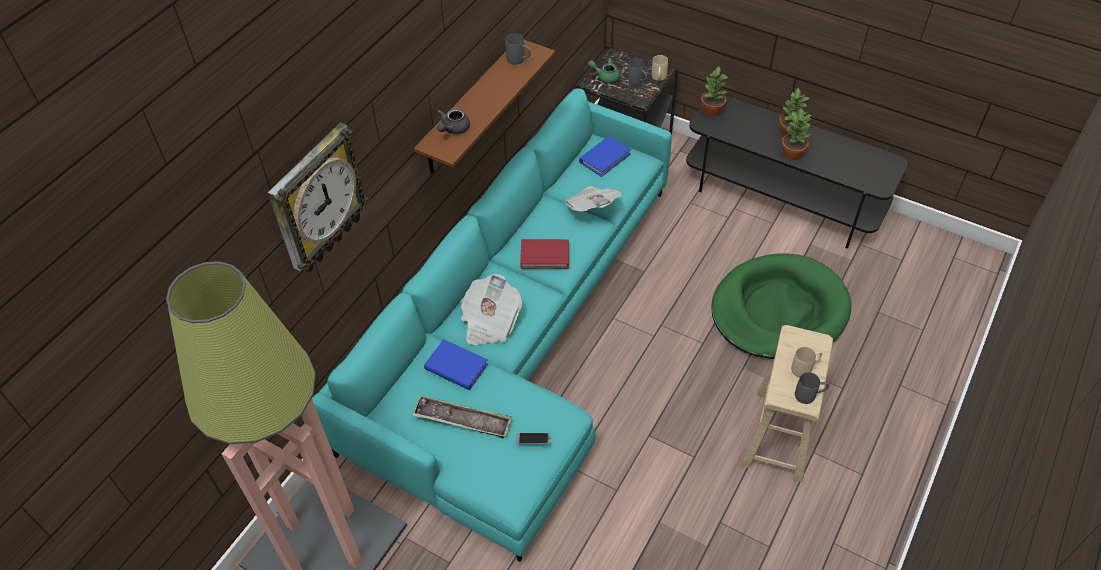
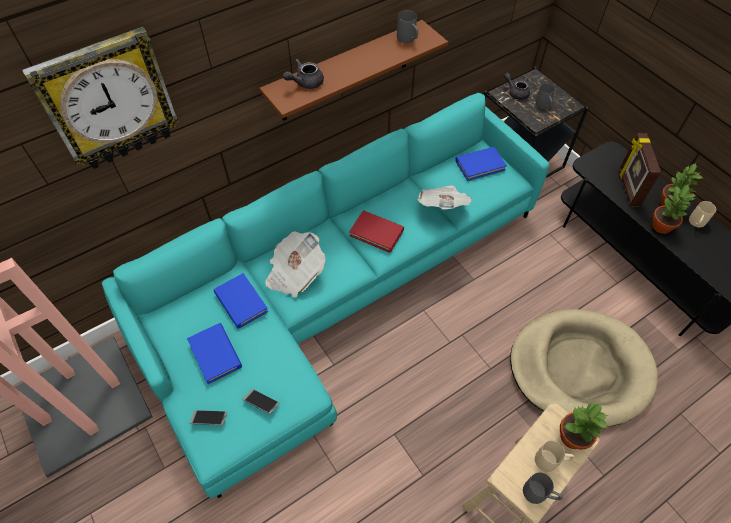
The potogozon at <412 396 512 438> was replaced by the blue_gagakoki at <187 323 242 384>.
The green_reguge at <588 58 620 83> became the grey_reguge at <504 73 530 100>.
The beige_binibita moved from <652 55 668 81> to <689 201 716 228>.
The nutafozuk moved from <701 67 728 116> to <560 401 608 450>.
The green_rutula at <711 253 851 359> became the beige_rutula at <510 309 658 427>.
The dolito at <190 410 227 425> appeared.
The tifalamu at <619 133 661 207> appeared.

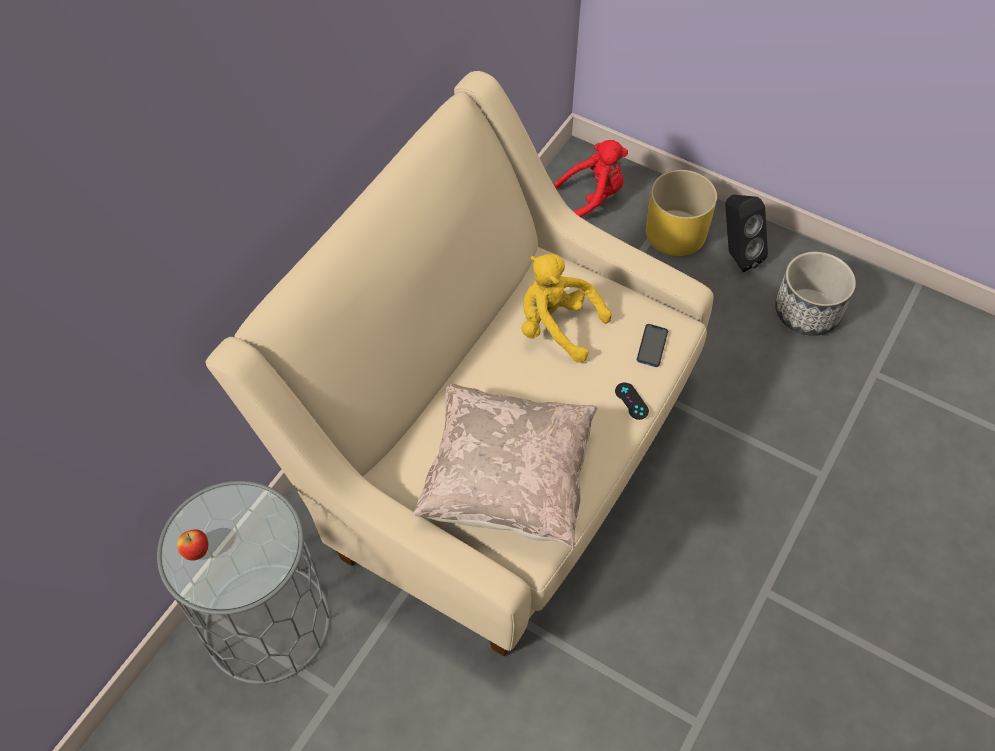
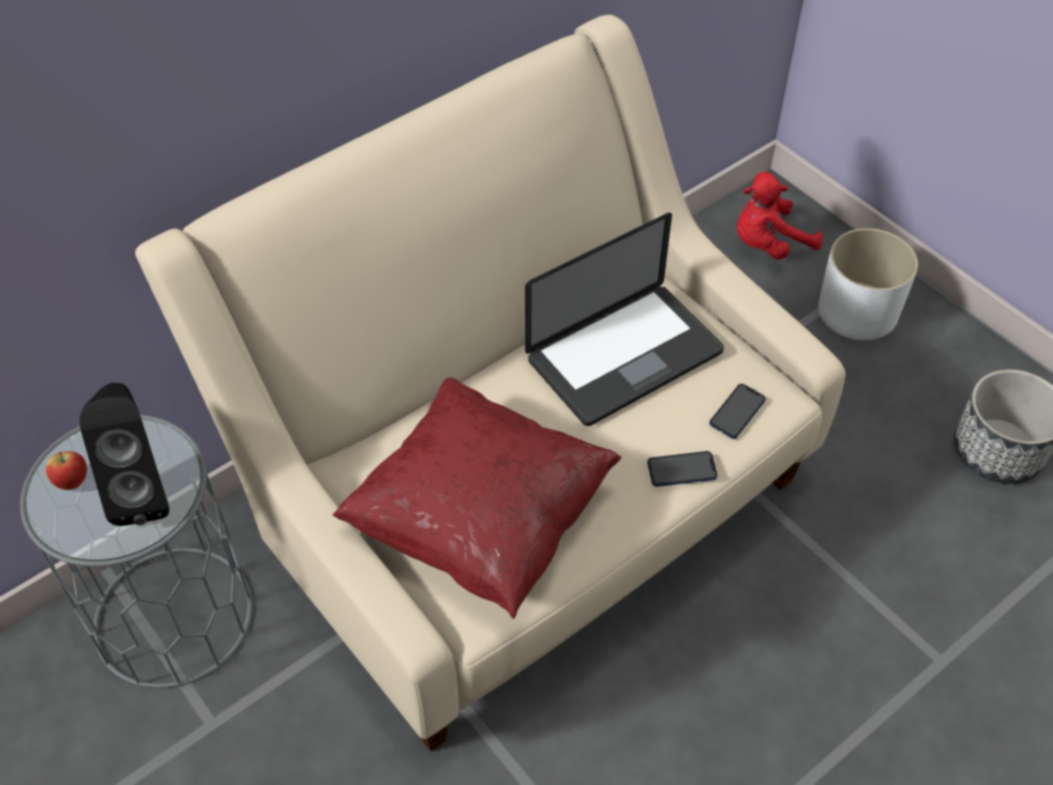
The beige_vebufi at <412 384 598 549> became the red_vebufi at <333 377 622 619>.
The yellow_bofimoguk at <521 254 611 363> was replaced by the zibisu at <525 213 724 426>.
The red_bofimoguk at <554 140 628 217> turned 150 degrees clockwise.
The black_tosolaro at <615 383 649 420> was replaced by the dolito at <647 451 718 487>.
The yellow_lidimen at <646 170 717 256> became the white_lidimen at <818 228 918 340>.
The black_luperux moved from <725 195 768 272> to <80 383 169 526>.

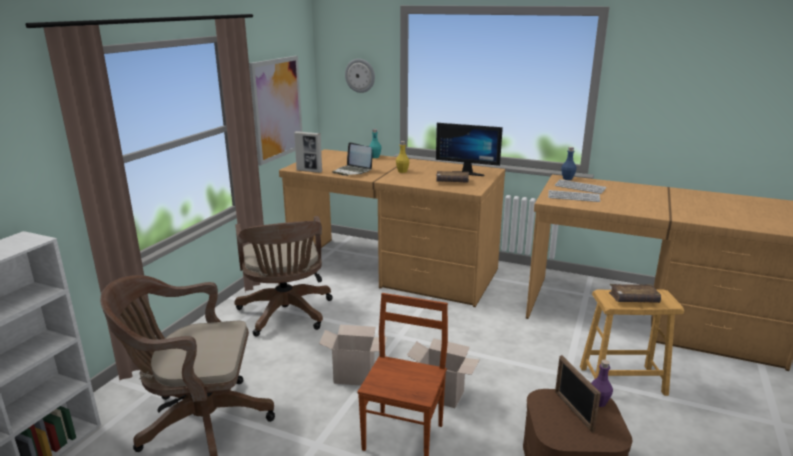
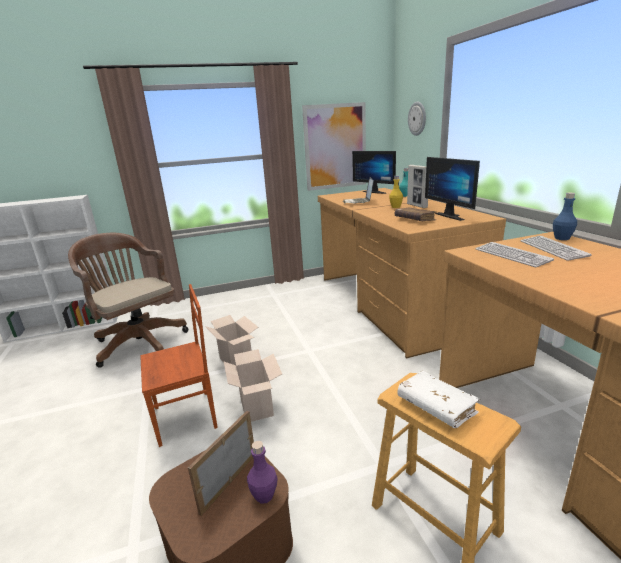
The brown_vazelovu at <234 216 333 336> disappeared.
The tifalamu moved from <294 131 322 173> to <407 165 428 208>.
The brown_gagakoki at <609 284 661 303> became the white_gagakoki at <397 371 480 428>.
The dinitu at <352 151 396 194> appeared.

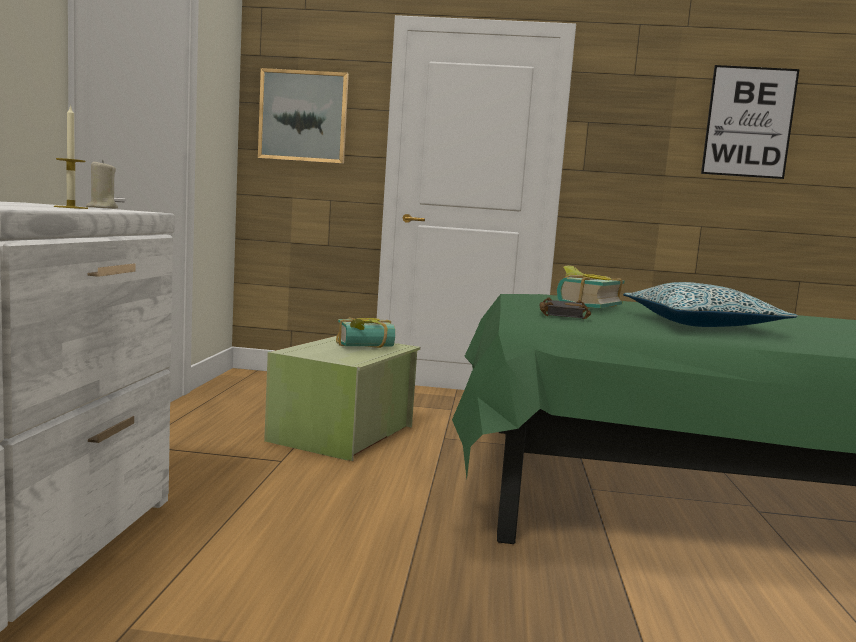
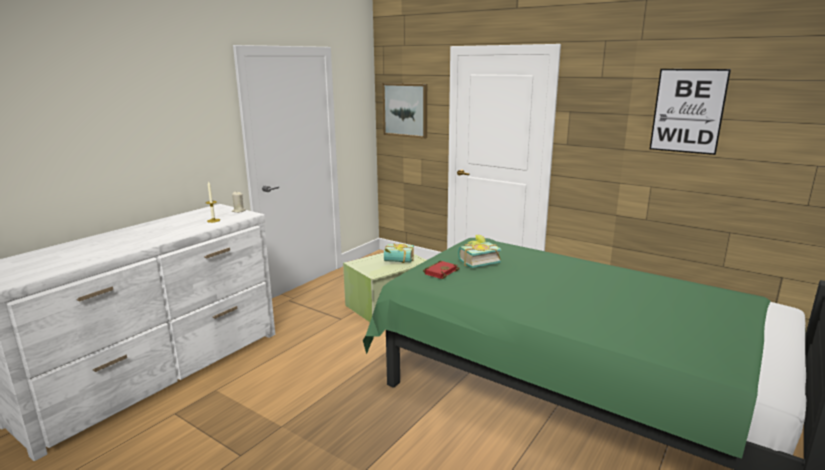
The black_gagakoki at <539 297 591 319> became the red_gagakoki at <423 260 460 279>.
The vebufi at <623 282 798 327> disappeared.

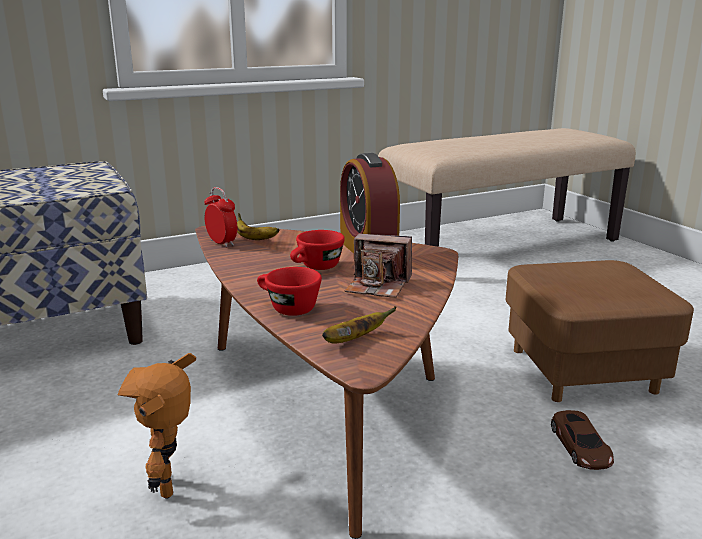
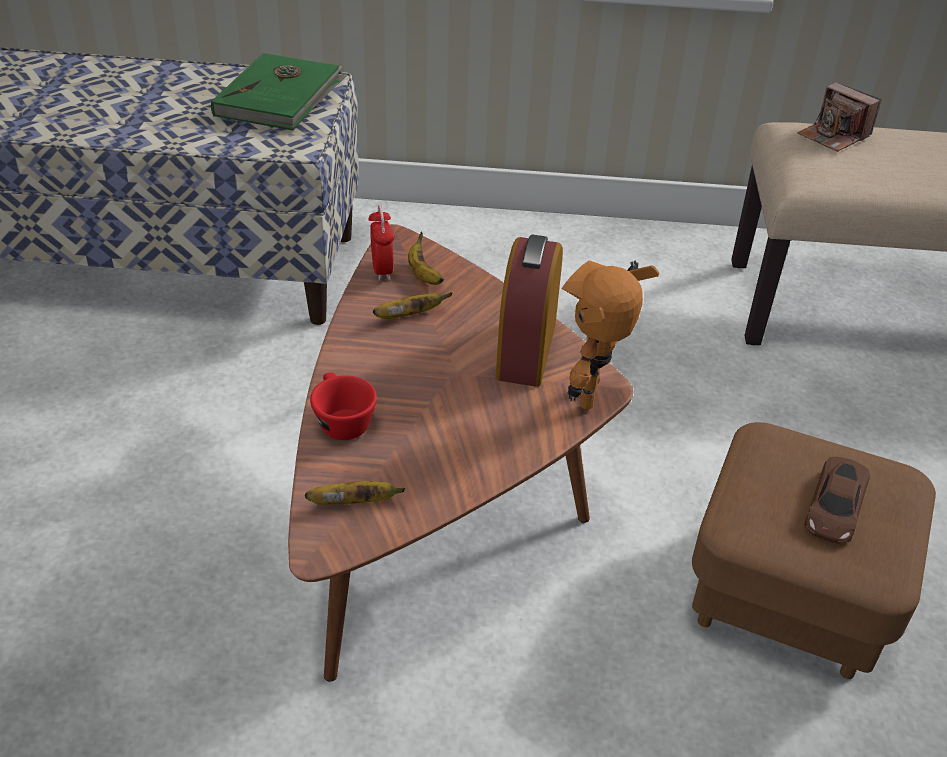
The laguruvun moved from <118 353 196 499> to <561 261 659 410>.
The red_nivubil at <290 230 345 270> disappeared.
The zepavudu moved from <345 233 412 298> to <798 82 881 152>.
The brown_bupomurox moved from <551 410 614 470> to <804 457 870 543>.
The green_gagakoki at <211 53 347 131> appeared.
The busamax at <373 292 453 319> appeared.

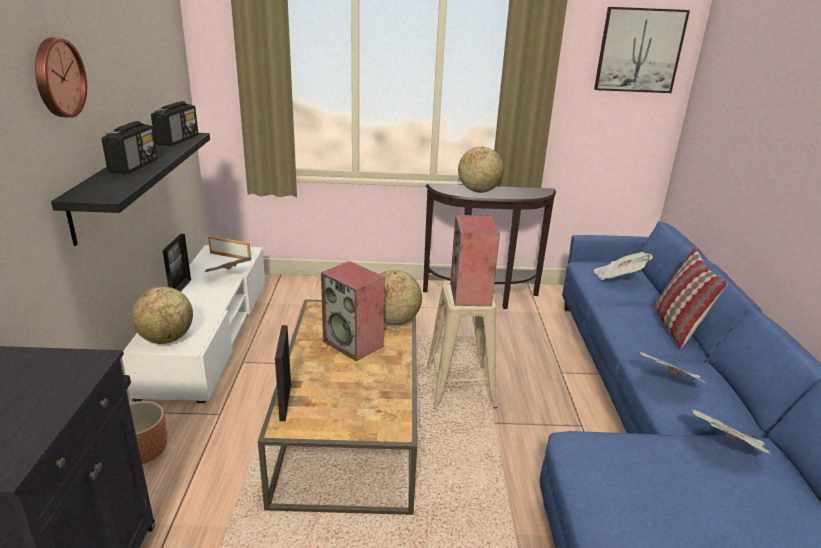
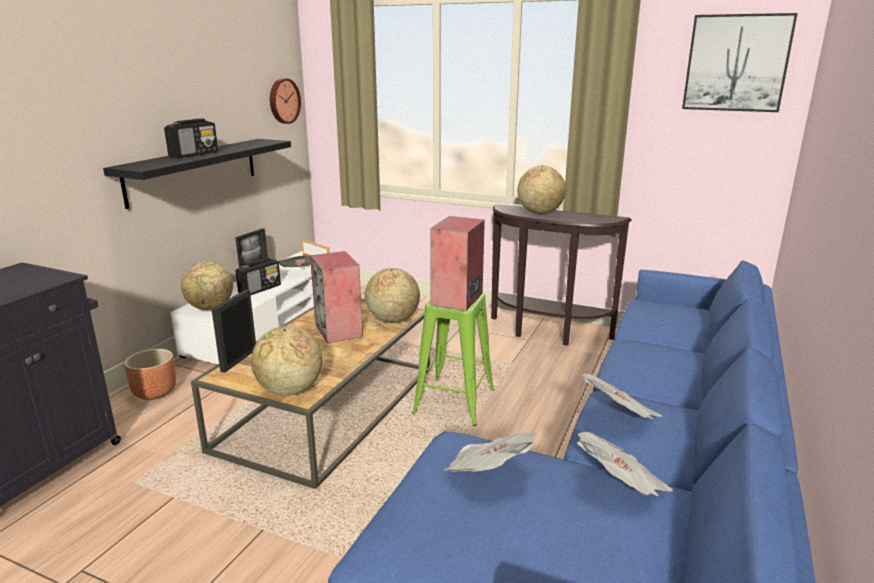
The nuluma moved from <35 38 87 118> to <270 78 301 124>.
The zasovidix moved from <151 101 198 146> to <235 257 281 296>.
The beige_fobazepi at <426 283 497 409> became the green_fobazepi at <412 293 494 426>.
The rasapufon moved from <594 252 653 280> to <443 433 537 472>.
The vebufi at <653 248 728 349> disappeared.
The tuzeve at <251 326 322 395> appeared.

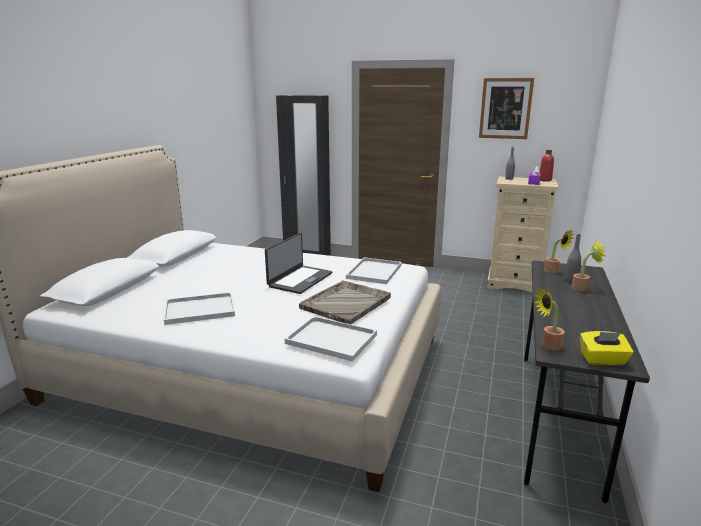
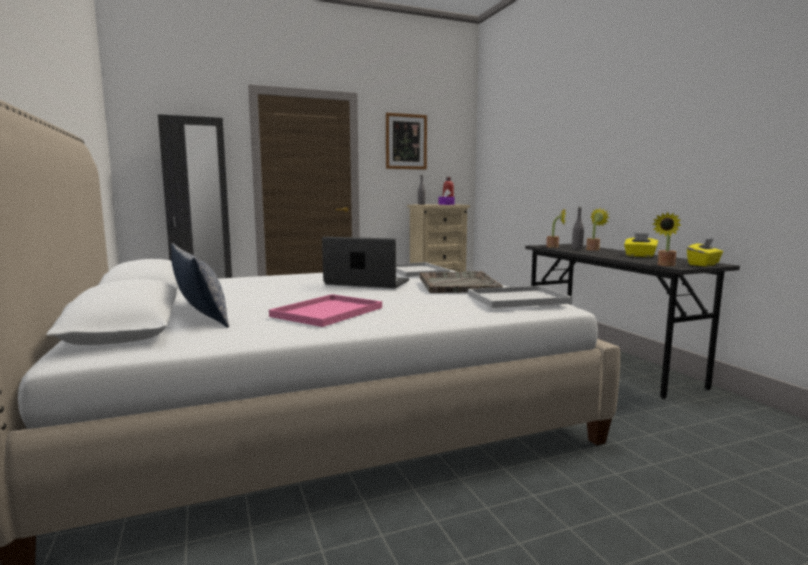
The white_potogozon at <164 292 235 325> became the pink_potogozon at <269 294 382 327>.
The zibisu at <265 233 333 294> turned 60 degrees counterclockwise.
The vebufi at <171 243 229 328> appeared.
The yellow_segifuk at <624 233 658 257> appeared.

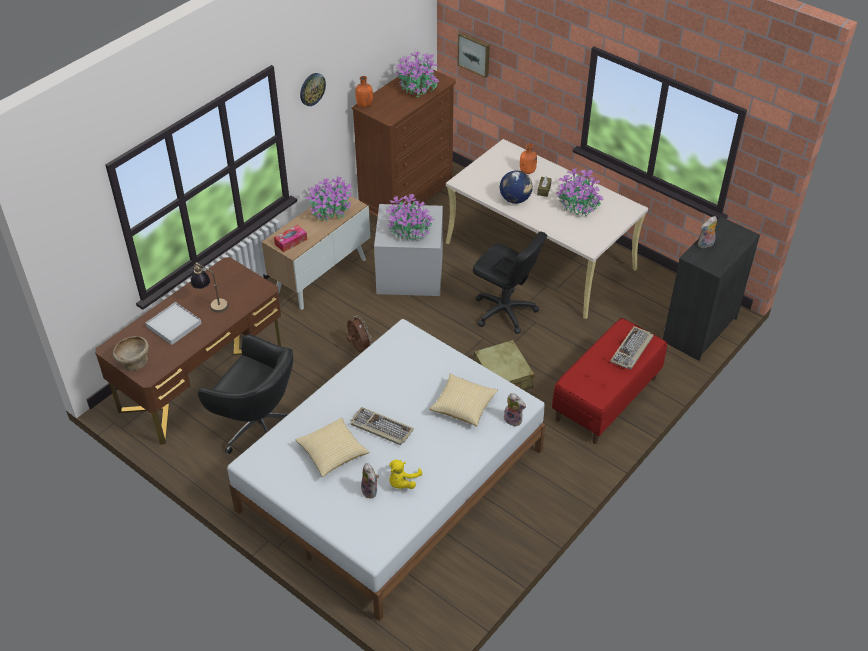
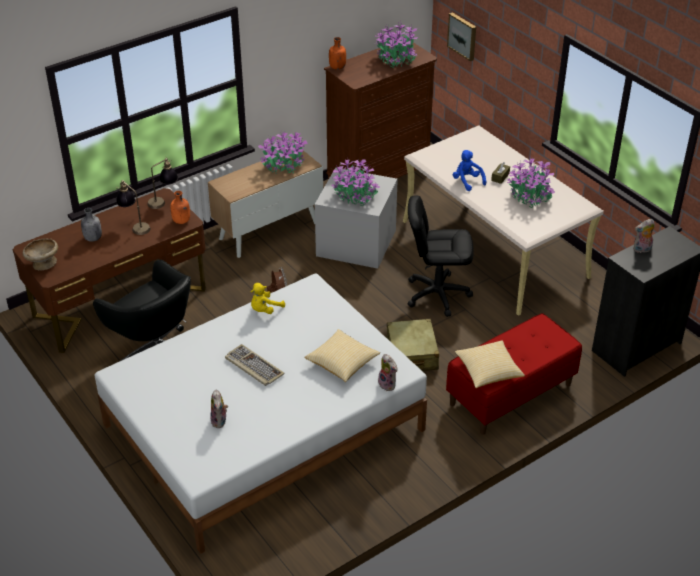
The white_potogozon at <146 302 202 345> was replaced by the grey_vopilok at <81 208 102 242>.
The segifuk at <274 225 307 252> disappeared.
The vebufi moved from <296 418 369 477> to <455 340 525 388>.
The nuluma at <300 73 326 106> disappeared.
The yellow_bofimoguk moved from <389 460 422 489> to <251 283 285 314>.
The black_vazelovu at <473 231 547 334> turned 135 degrees clockwise.
The tuzeve at <500 171 533 204> was replaced by the blue_bofimoguk at <453 150 486 191>.
The orange_vopilok moved from <520 144 537 174> to <170 191 190 224>.
The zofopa at <610 326 654 369> disappeared.
The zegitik at <147 158 178 209> appeared.

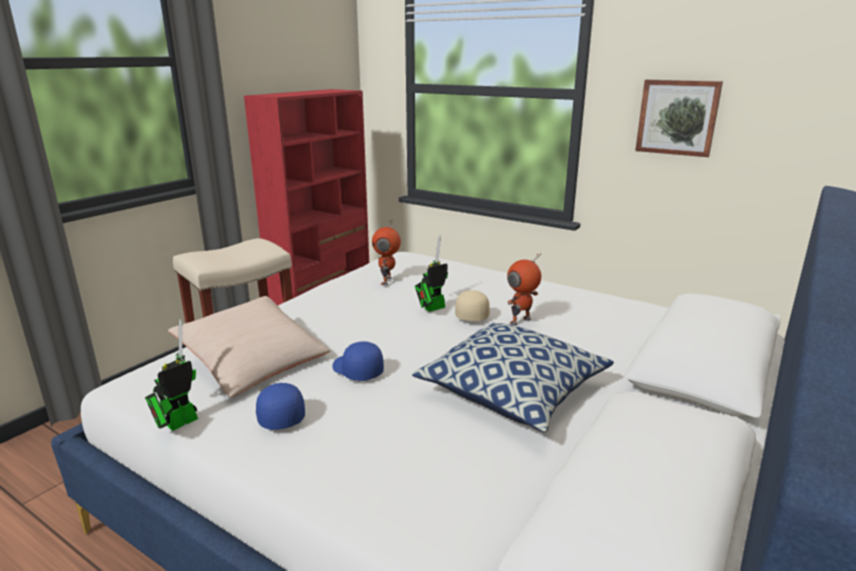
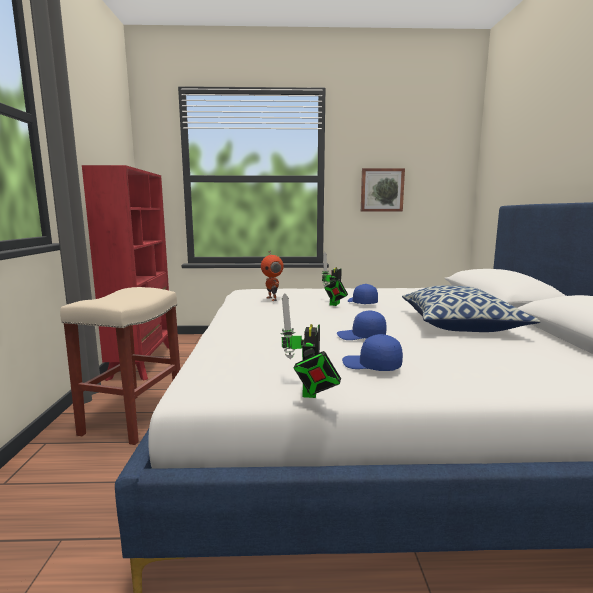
The beige_vebufi at <168 296 330 397> disappeared.
The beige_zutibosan at <455 290 490 321> became the blue_zutibosan at <348 284 378 304>.
The laguruvun at <507 253 541 326> disappeared.

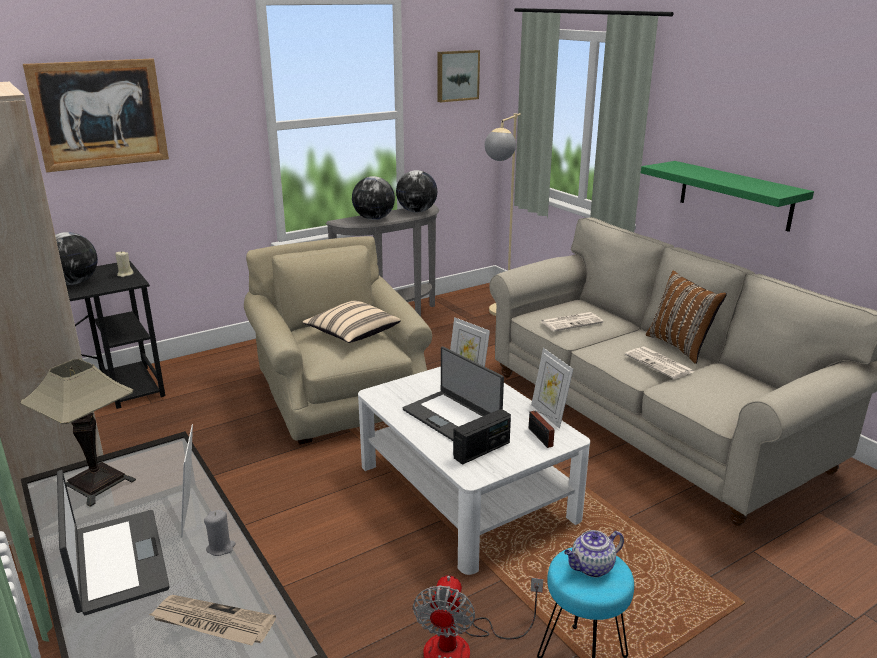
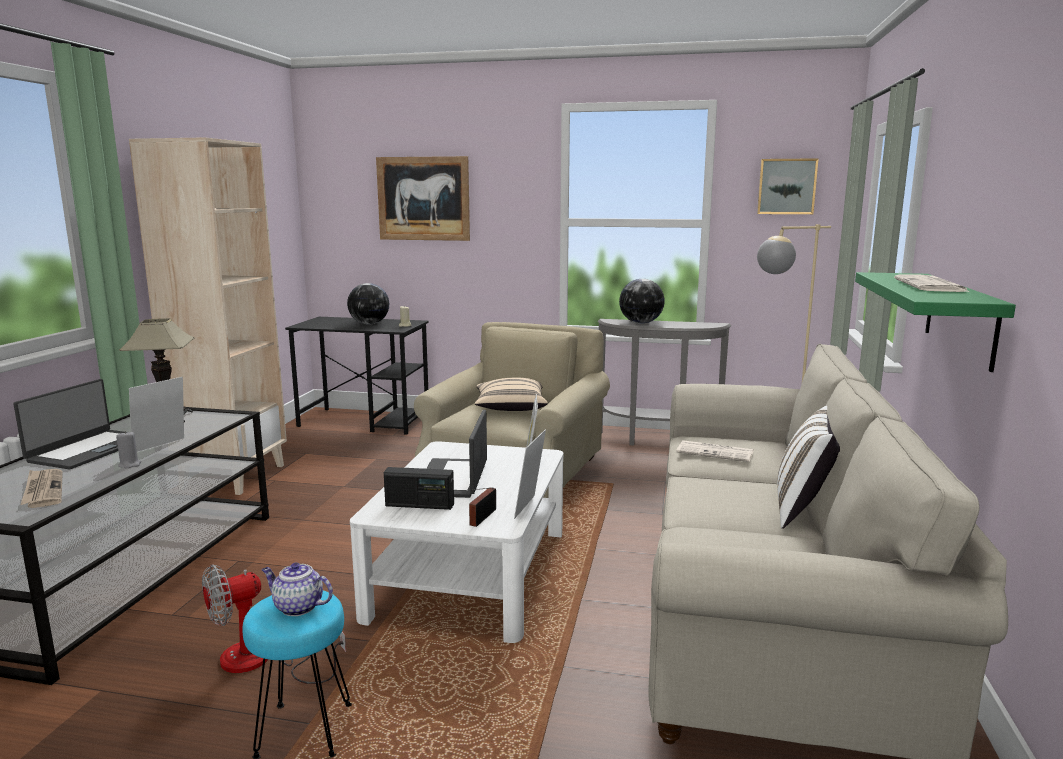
The tuzeve at <396 170 437 212> disappeared.
The rasapufon moved from <625 346 695 379> to <894 274 970 292>.
The brown_vebufi at <646 270 727 364> became the white_vebufi at <777 406 840 529>.

